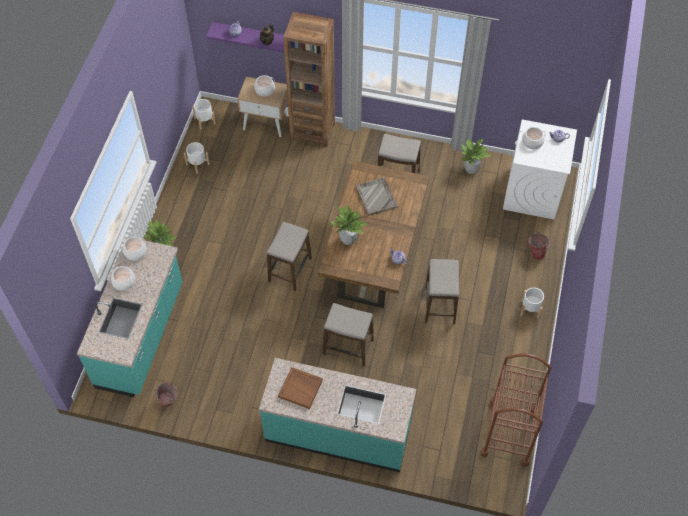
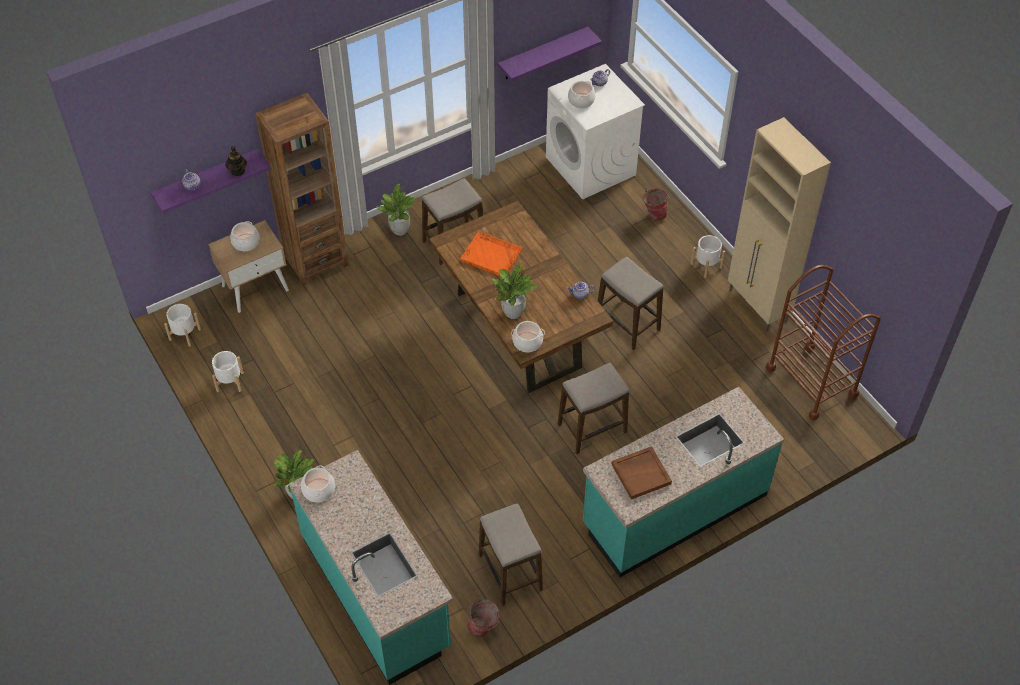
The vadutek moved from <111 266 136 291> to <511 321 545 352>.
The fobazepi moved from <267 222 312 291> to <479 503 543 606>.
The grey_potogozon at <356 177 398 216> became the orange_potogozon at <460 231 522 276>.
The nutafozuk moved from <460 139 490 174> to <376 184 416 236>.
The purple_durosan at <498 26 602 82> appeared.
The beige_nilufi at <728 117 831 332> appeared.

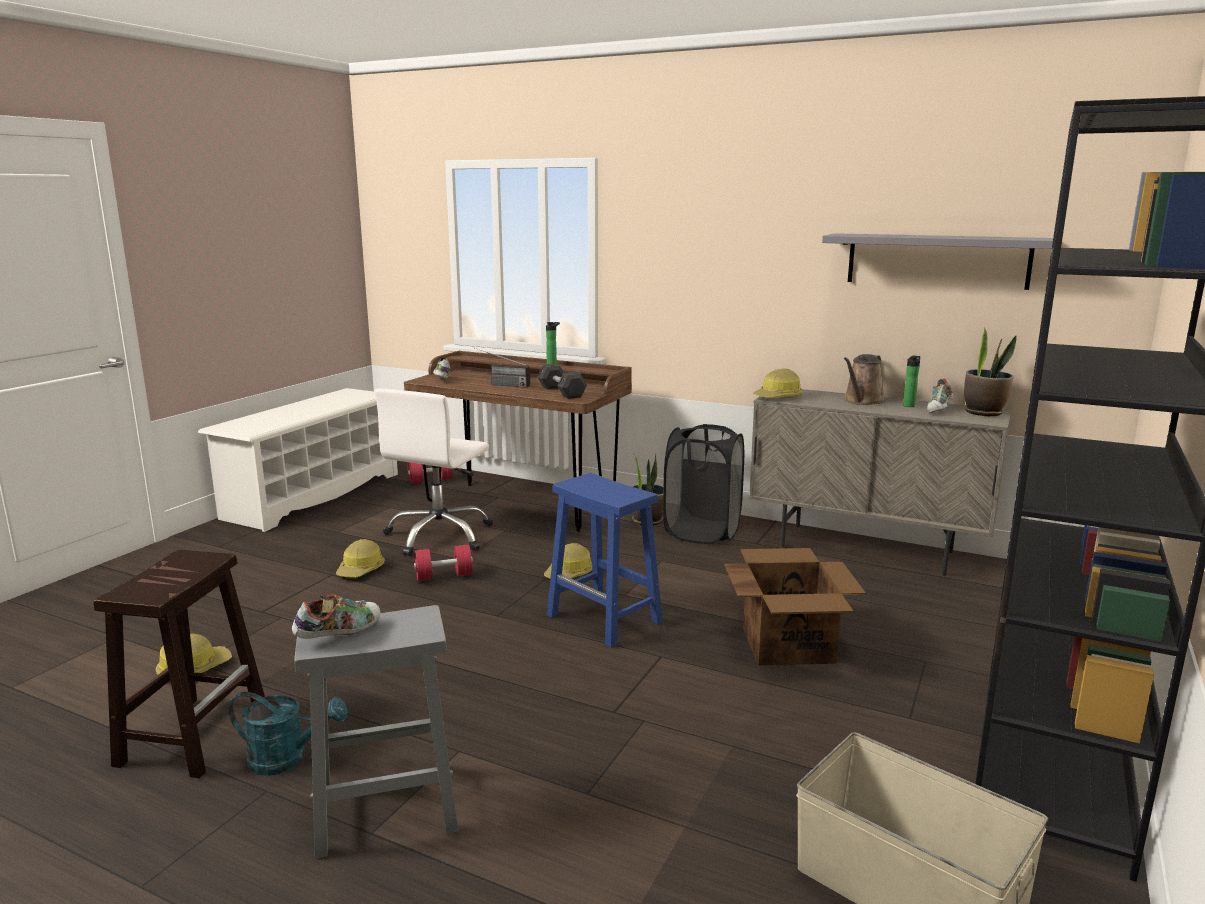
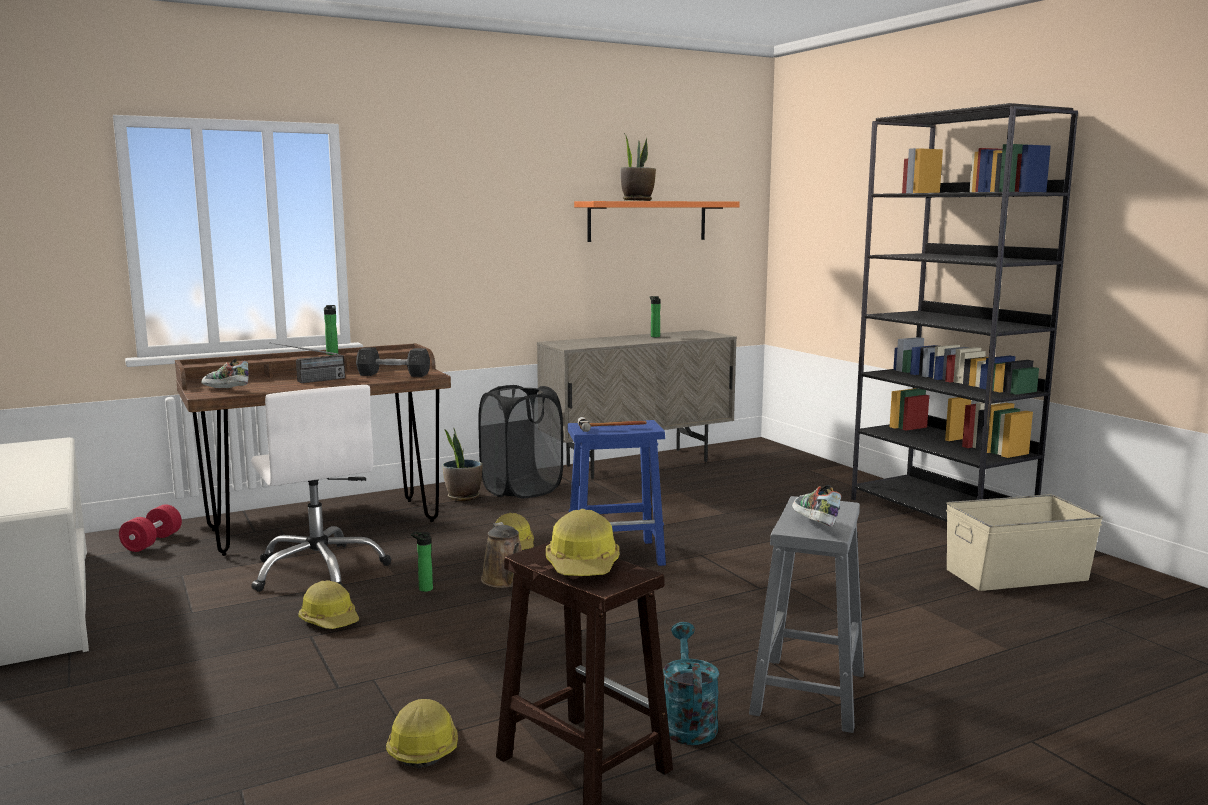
The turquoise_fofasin at <229 692 348 776> turned 45 degrees counterclockwise.
The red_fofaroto at <414 545 473 581> was replaced by the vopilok at <411 531 433 592>.
The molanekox at <724 548 866 665> disappeared.
The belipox moved from <753 369 802 398> to <546 509 619 576>.
The grey_durosan at <822 233 1053 290> became the orange_durosan at <574 201 740 242>.
The brown_fofasin moved from <844 354 886 405> to <481 522 522 588>.
The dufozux at <927 378 954 413> disappeared.
The nutafozuk moved from <964 327 1017 416> to <621 133 656 201>.
The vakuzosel at <577 417 647 432> appeared.

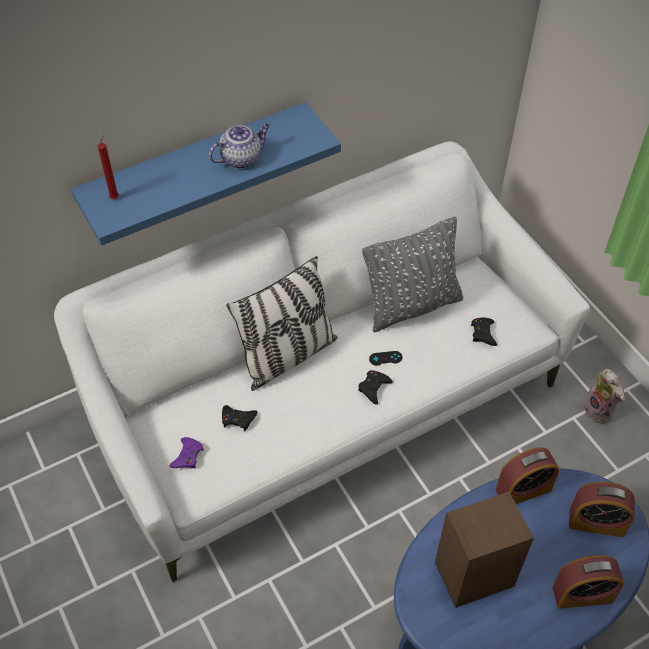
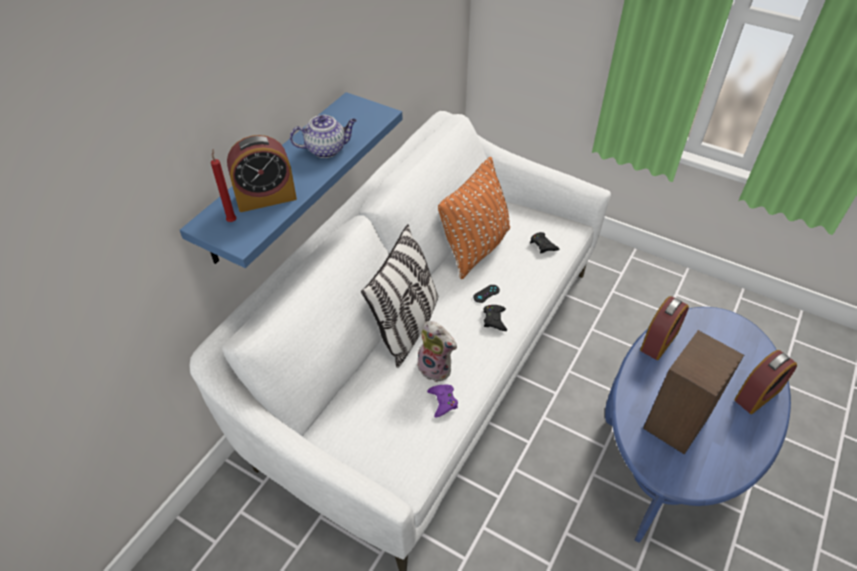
The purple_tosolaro moved from <169 437 204 469> to <427 385 458 418>.
The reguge at <209 124 270 169> turned 45 degrees clockwise.
The black_tosolaro at <222 405 257 431> disappeared.
The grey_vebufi at <362 217 463 332> became the orange_vebufi at <438 157 510 279>.
The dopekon moved from <569 482 635 537> to <227 135 297 212>.
The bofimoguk moved from <584 369 625 424> to <417 321 457 382>.

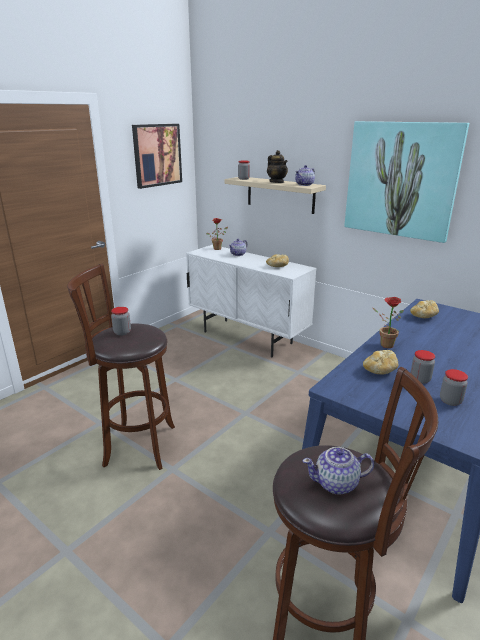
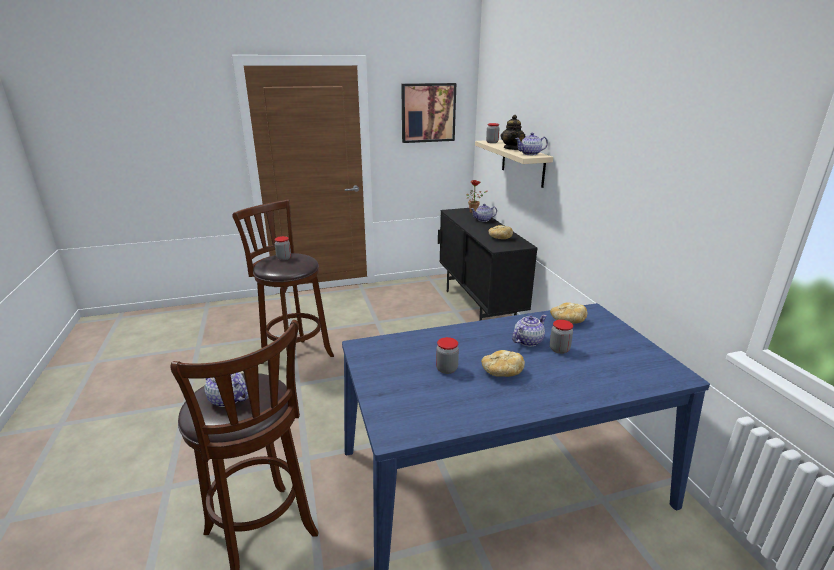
The white_nilufi at <186 245 316 357> became the black_nilufi at <438 208 538 321>.
The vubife at <344 121 469 243> disappeared.
The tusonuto moved from <363 350 398 375> to <481 350 525 377>.
The nutafozuk at <373 297 404 348> disappeared.
The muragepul moved from <440 369 468 406> to <550 320 573 354>.
The reguge at <512 315 547 347> appeared.

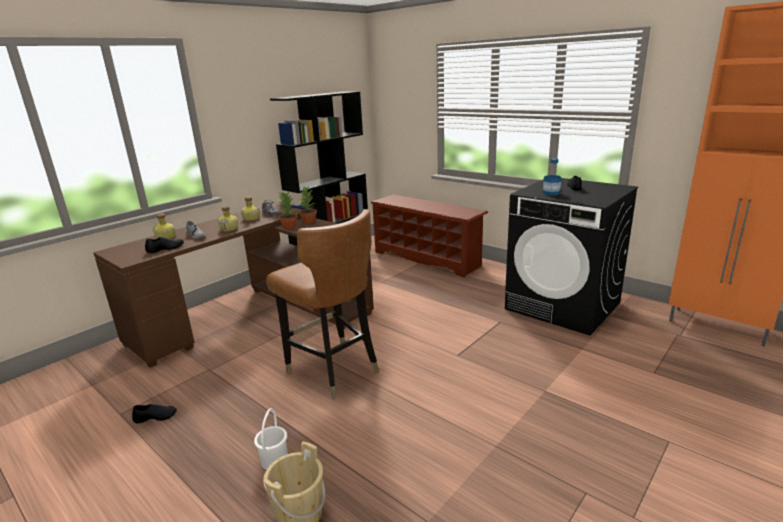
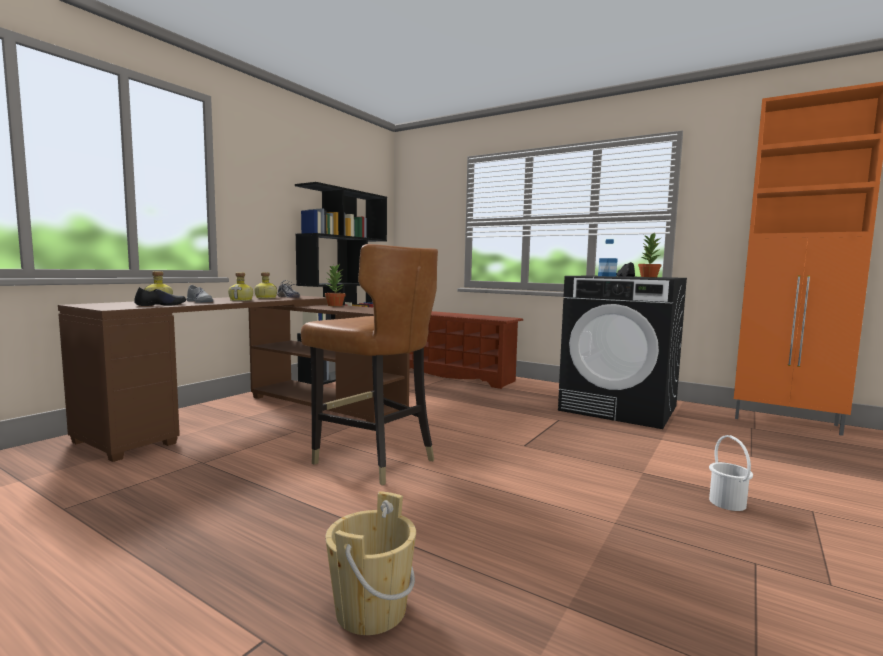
The black_dufozux at <132 404 177 423> disappeared.
The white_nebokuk moved from <254 408 288 470> to <709 435 753 511>.
The nutafozuk moved from <278 192 297 229> to <638 233 662 277>.

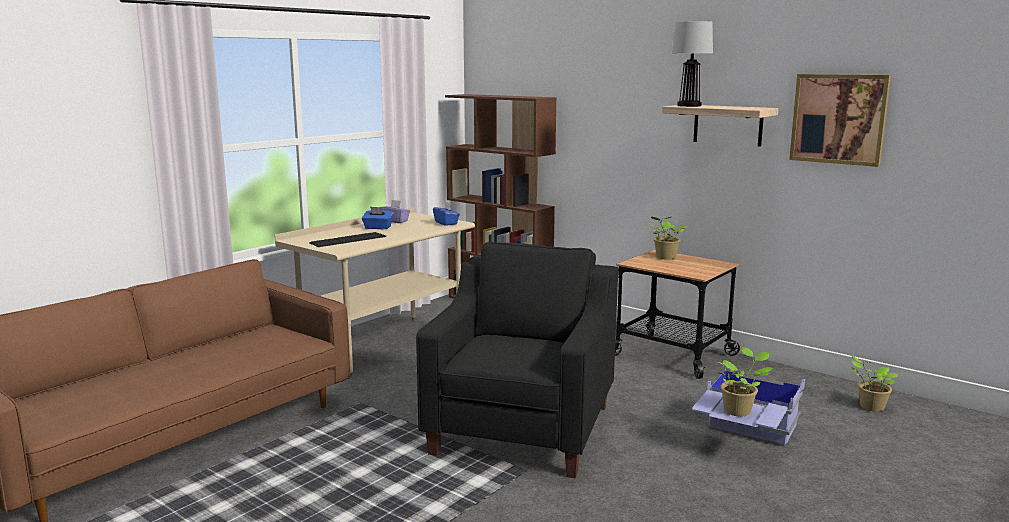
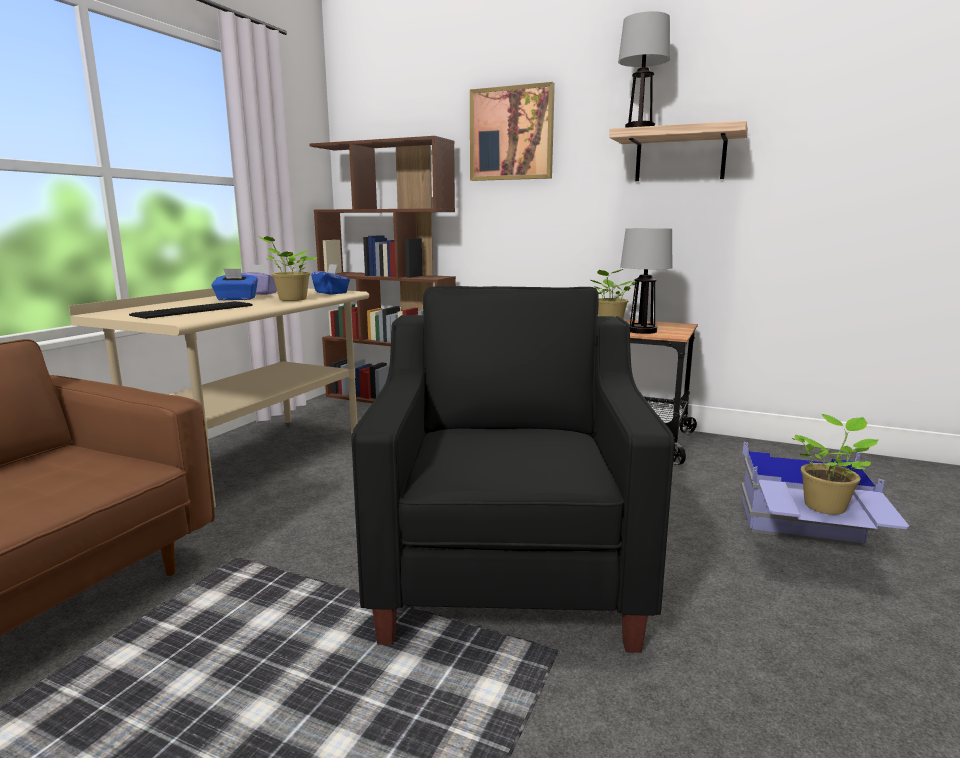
The vubife moved from <789 74 891 167> to <470 82 555 181>.
The nutafozuk moved from <850 355 898 412> to <258 236 318 301>.
The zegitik at <620 228 672 334> appeared.

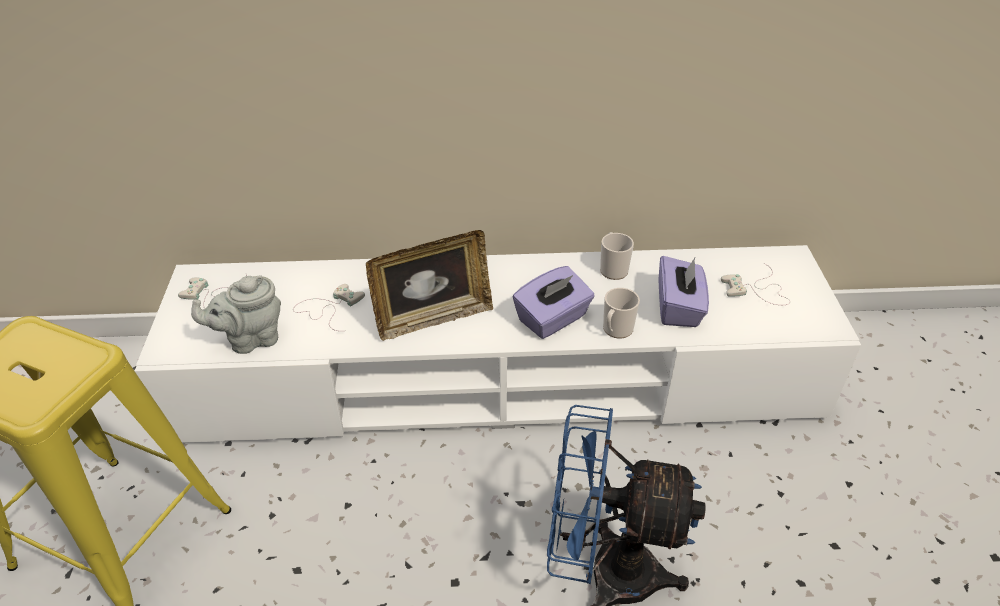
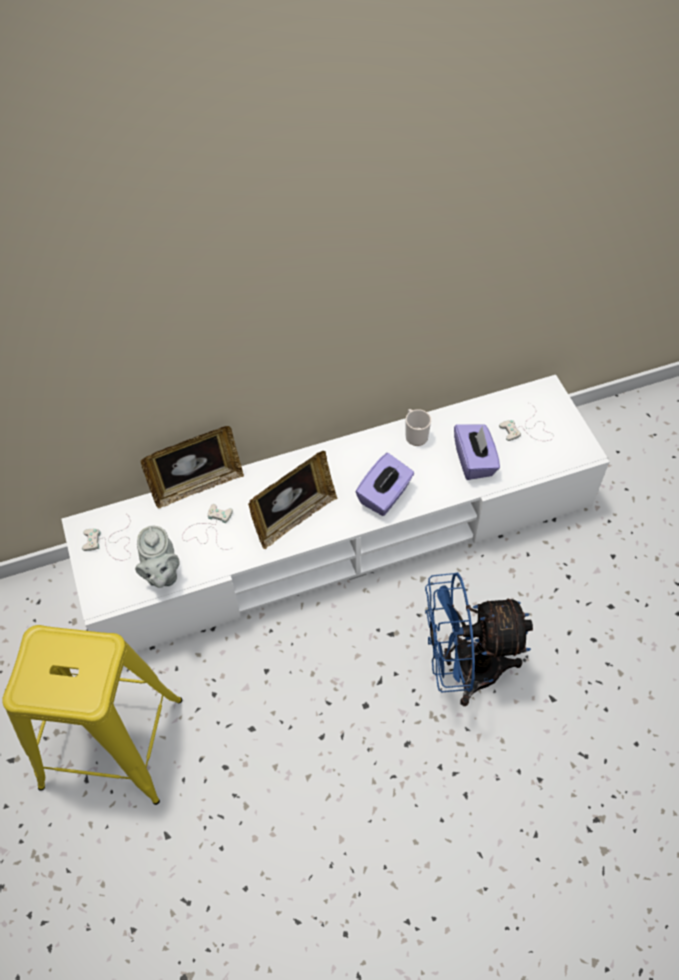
The grey_reguge at <191 275 281 354> turned 60 degrees counterclockwise.
The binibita at <603 288 640 338> disappeared.
The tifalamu at <141 426 244 508> appeared.

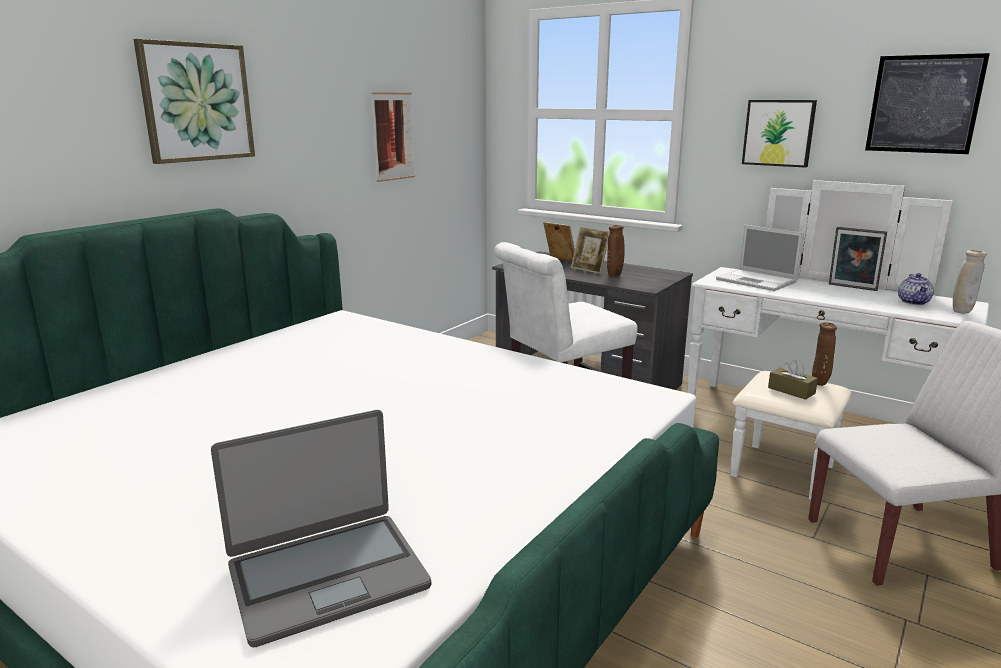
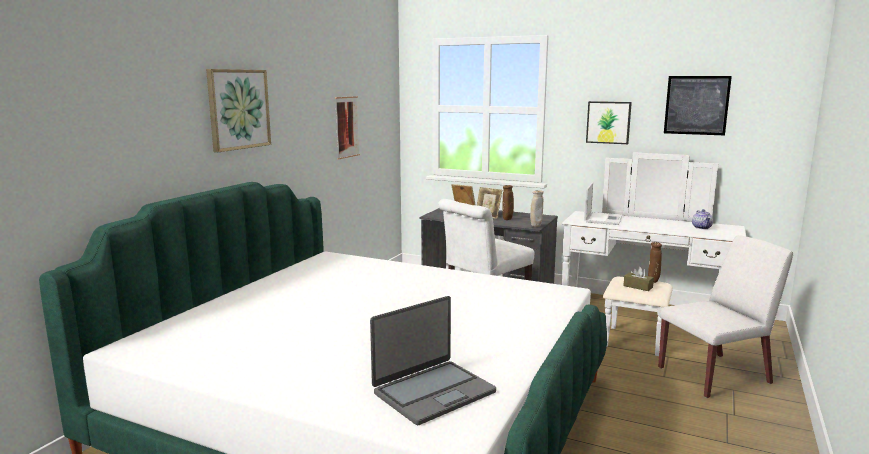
The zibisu at <716 225 804 291> turned 105 degrees counterclockwise.
The tifalamu at <829 227 887 291> disappeared.
The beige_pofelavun moved from <953 250 987 314> to <530 190 544 227>.

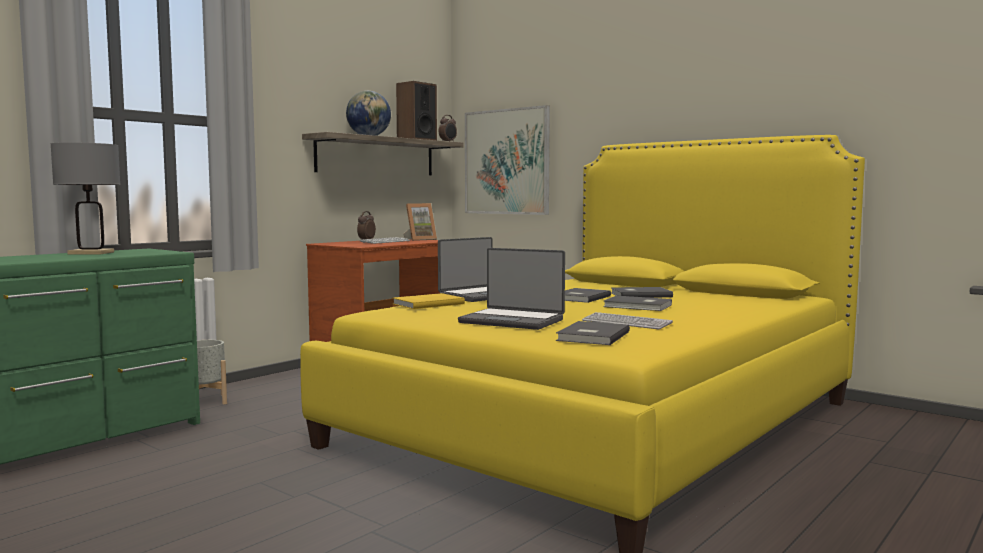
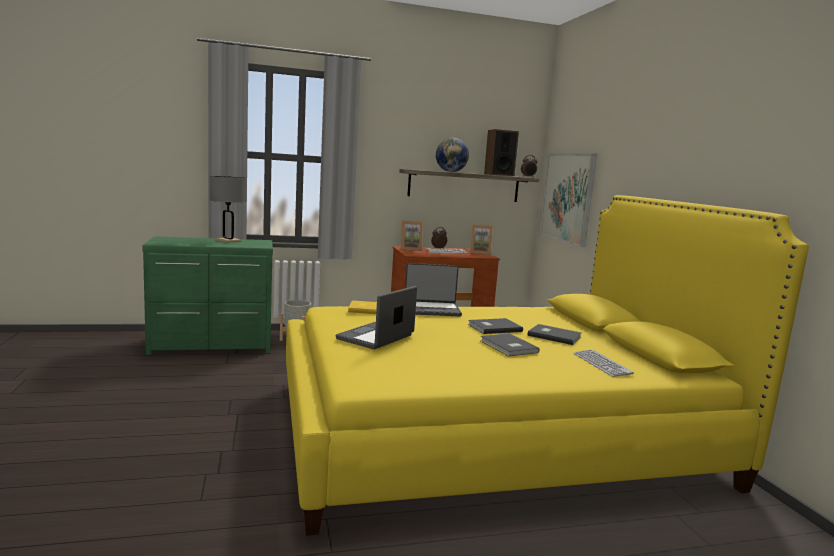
The zibisu at <458 248 565 330> turned 60 degrees clockwise.
The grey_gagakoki at <556 321 630 345> disappeared.
The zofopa moved from <582 312 673 329> to <574 349 634 377>.
The tifalamu at <401 221 423 251> appeared.

